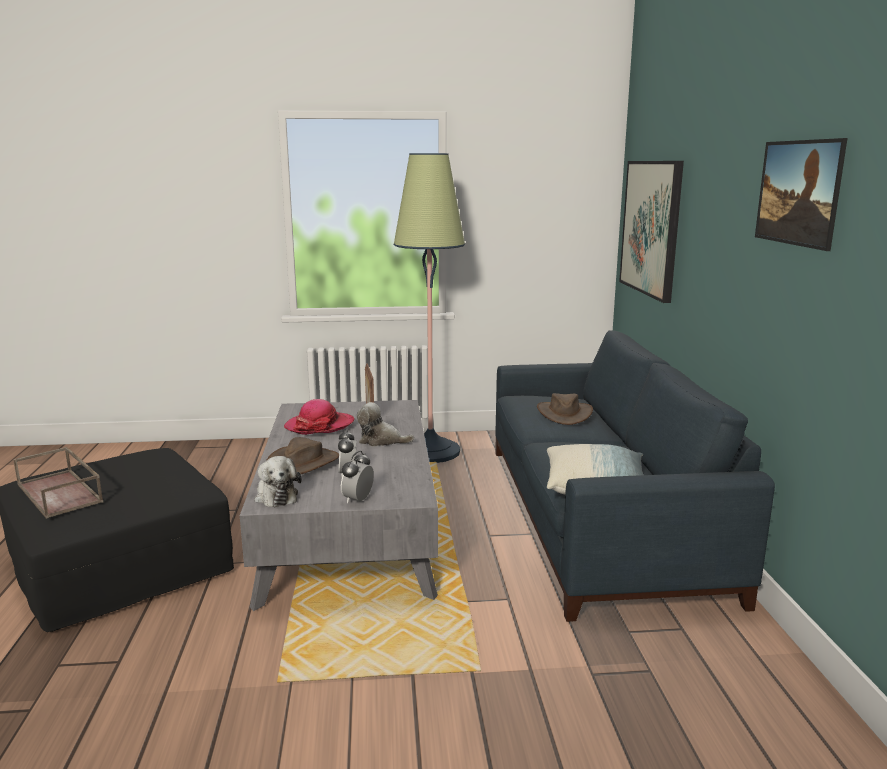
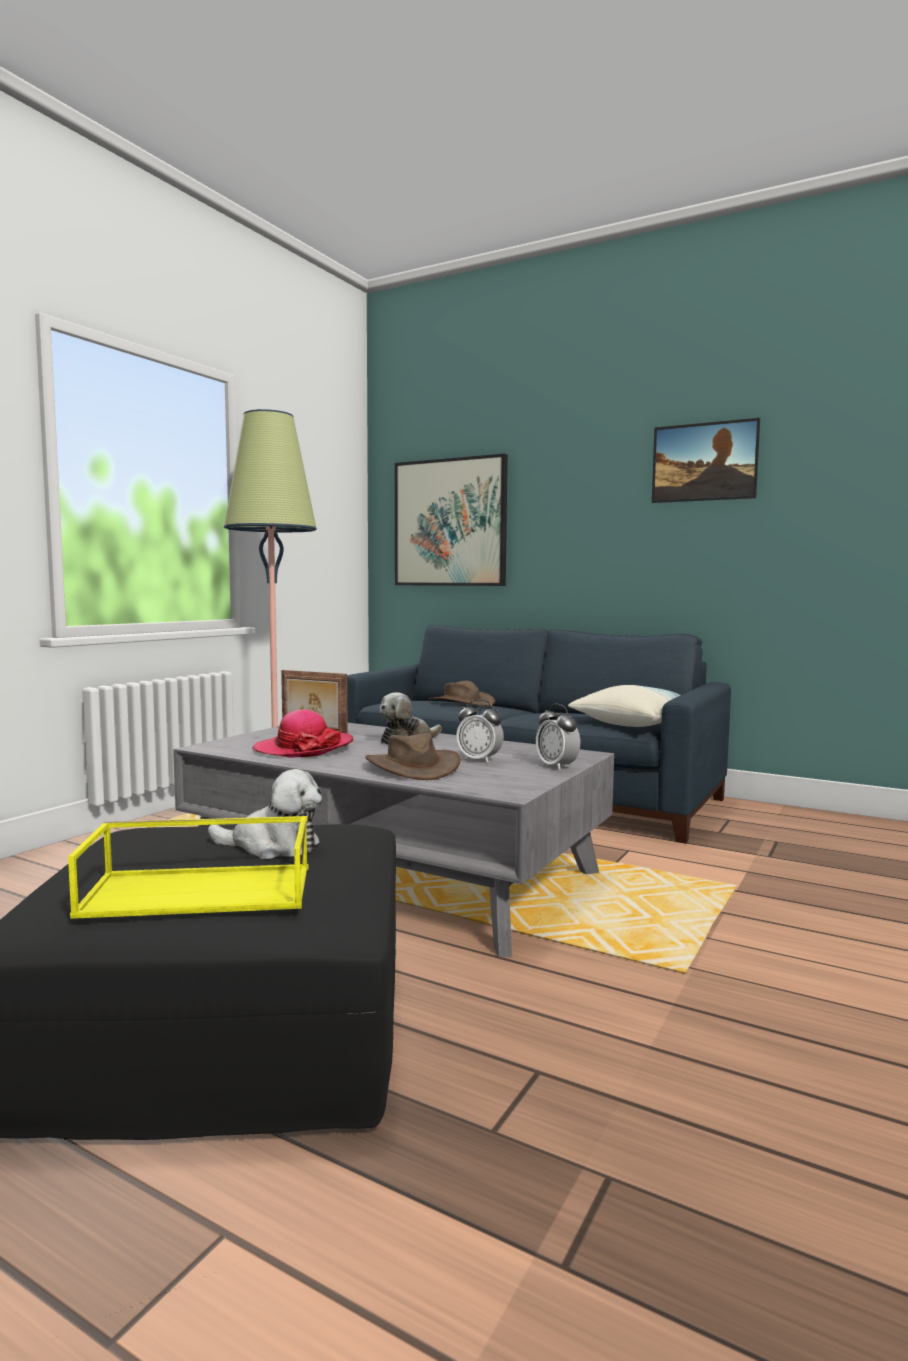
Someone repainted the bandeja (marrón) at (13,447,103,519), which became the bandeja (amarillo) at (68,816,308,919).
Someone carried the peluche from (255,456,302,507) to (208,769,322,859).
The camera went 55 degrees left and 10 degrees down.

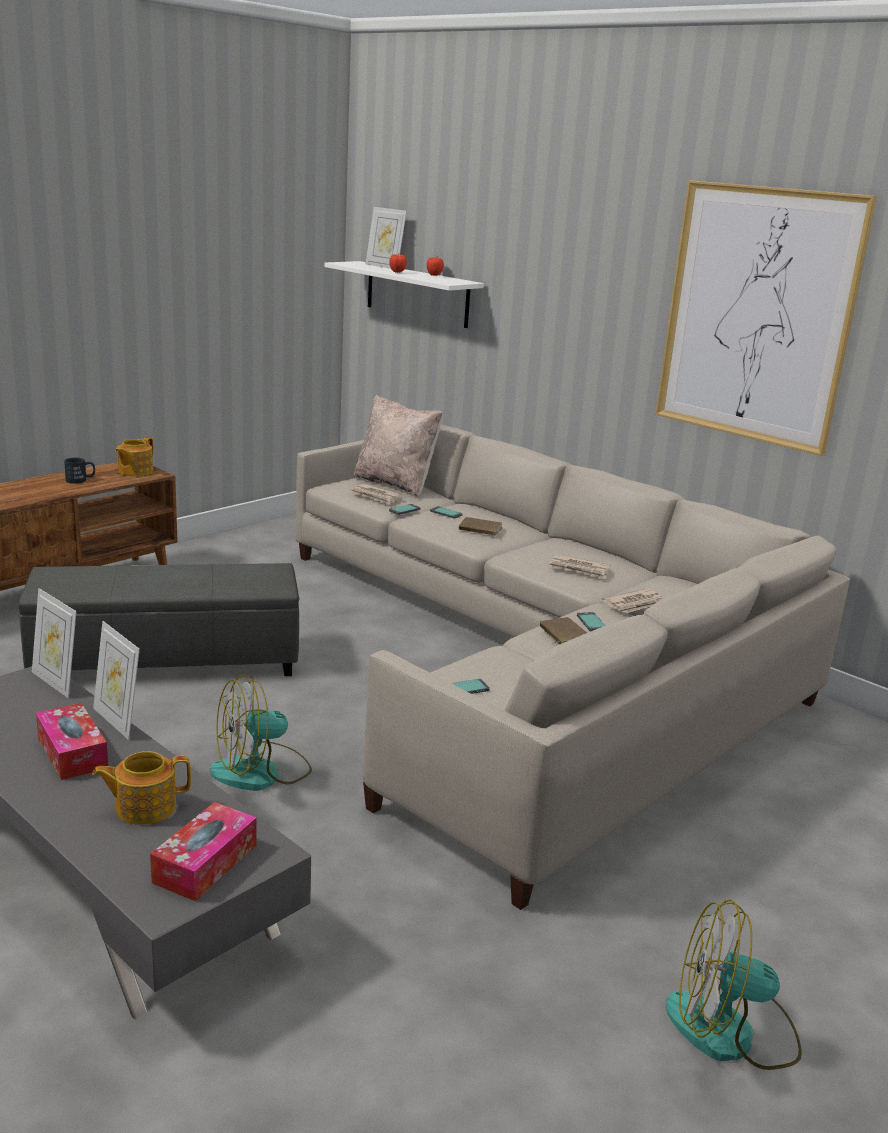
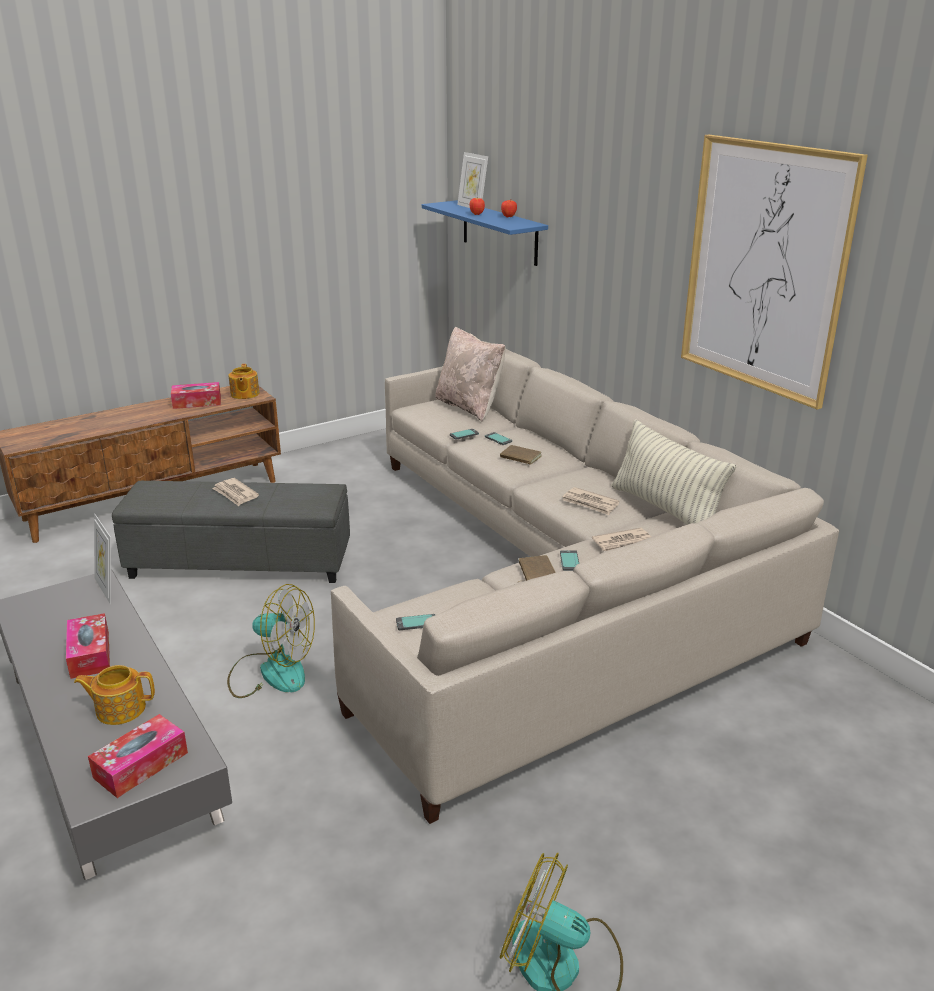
Someone swapped the taza grande (negro) at (64,458,95,483) for the caja de pañuelos at (171,382,221,409).
Someone carried the periódico from (351,484,402,505) to (212,478,259,506).
Someone rotated the ventilador at (210,674,312,791) by 150 degrees counterclockwise.
Someone rotated the tetera at (115,437,154,476) by 45 degrees counterclockwise.
Someone repainted the estante (blanco) at (324,261,484,328), which became the estante (azul) at (422,200,548,266).
Someone put down the cojín at (611,419,736,525).
Someone took away the portarretratos at (93,621,140,740).
The camera went 15 degrees right and 5 degrees up.

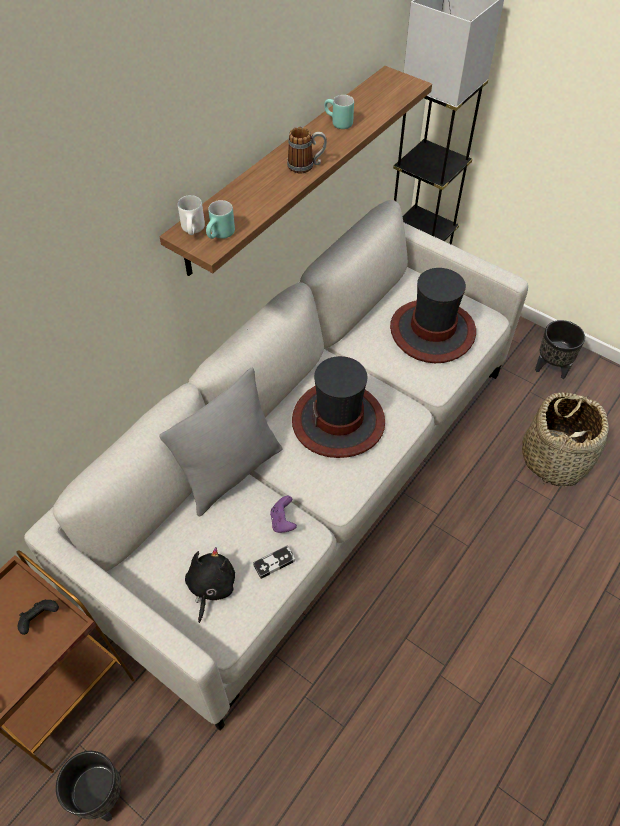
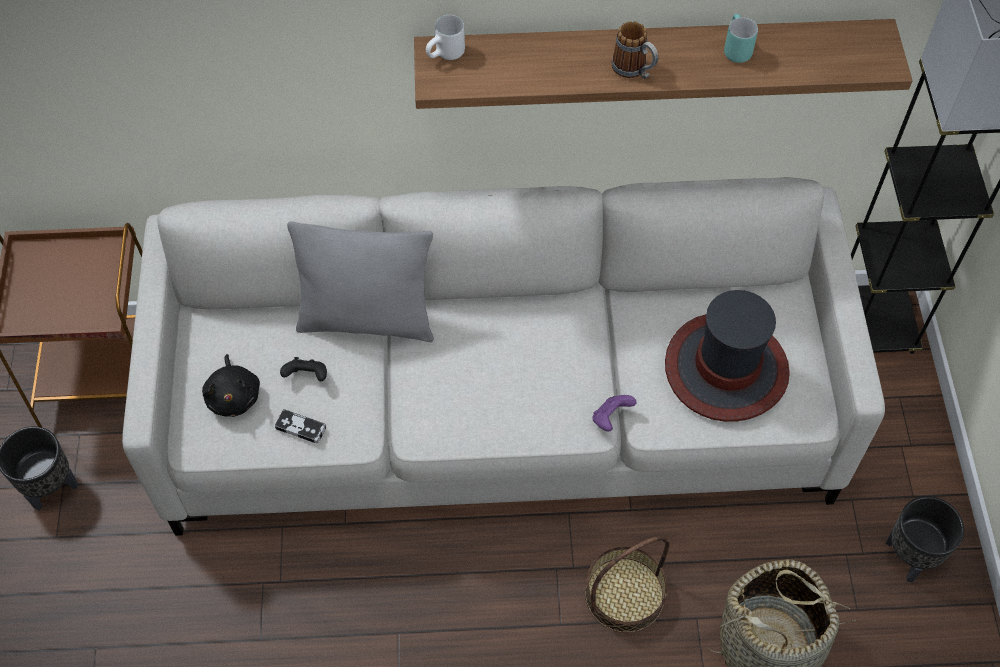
Someone rotated the peluche (negro) at (185,547,235,623) by 105 degrees clockwise.
Someone carried the mando de consola (negro) from (18,600,59,635) to (280,357,327,381).
Someone put down the cesta at (585,536,670,633).
Someone carried the mando de consola (morado) from (270,496,297,533) to (592,395,636,432).
Someone took away the taza grande (turquesa) at (206,200,235,239).
Someone took away the sombrero at (292,356,385,458).
The camera went 50 degrees right and 5 degrees up.

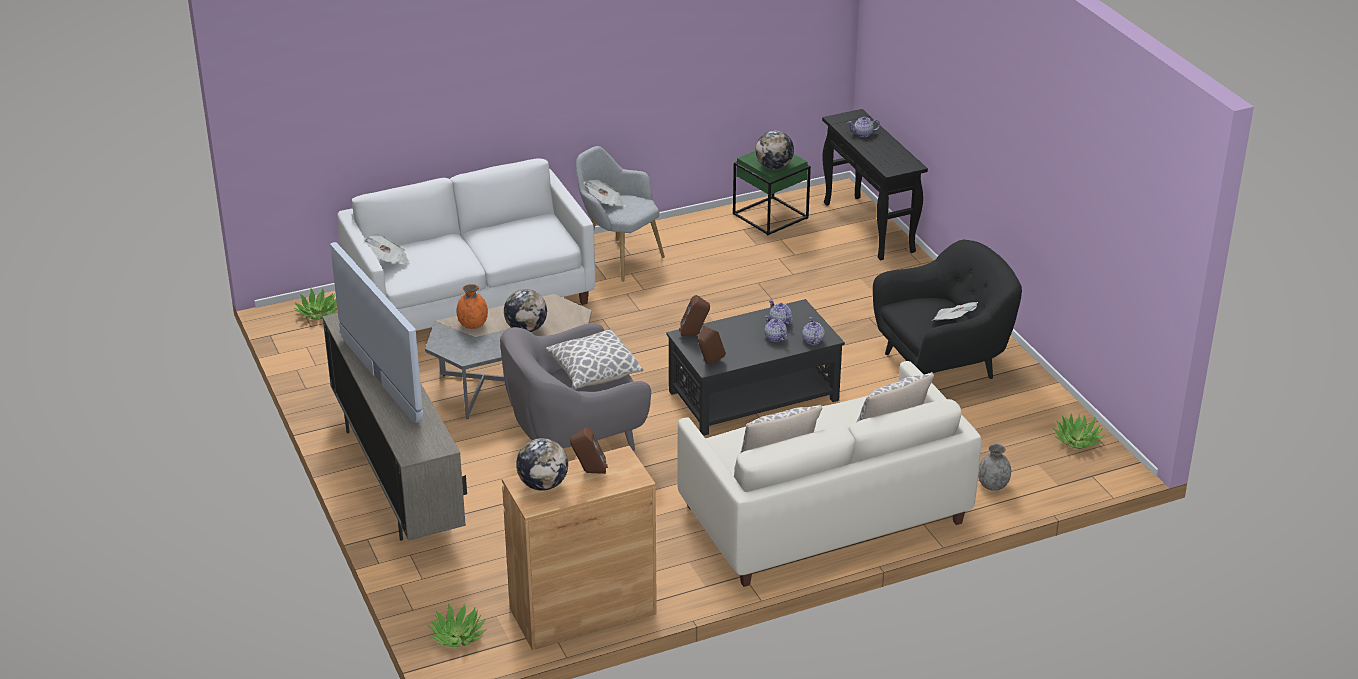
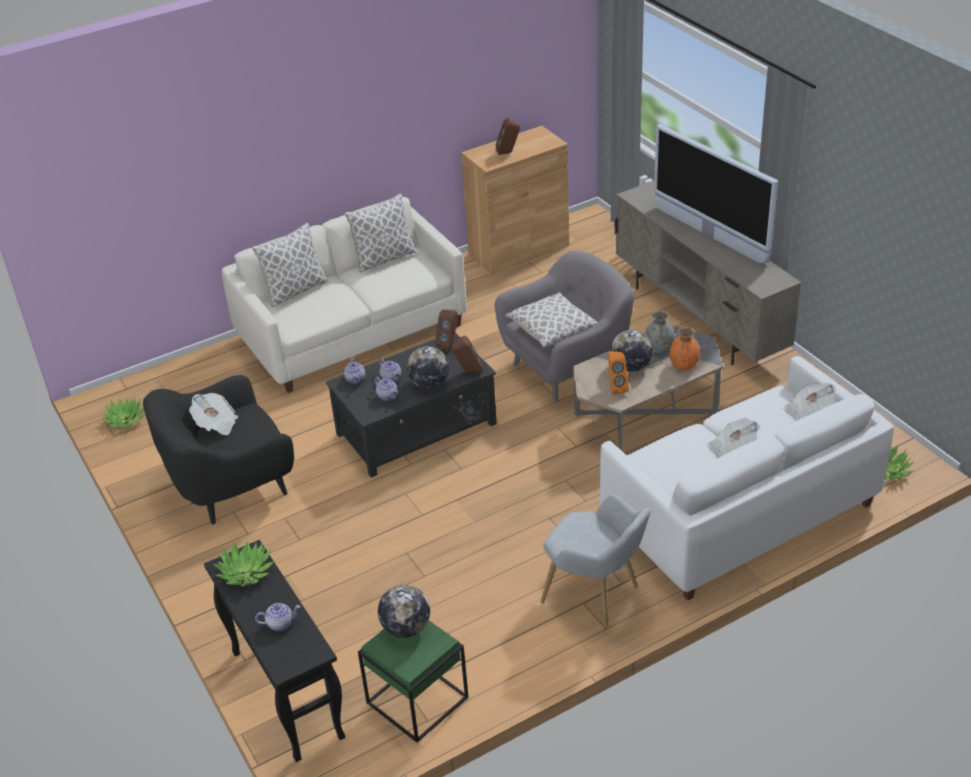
Someone carried the planta en maceta from (428,604,487,647) to (213,541,275,586).
Someone carried the globo terráqueo from (516,438,568,491) to (407,346,449,389).
Someone put down the altavoz (naranja) at (608,351,629,395).
Someone carried the florero (gris) from (978,444,1011,491) to (645,311,675,353).
Someone carried the periódico from (584,180,626,207) to (707,418,760,457).
The camera went 175 degrees right and 5 degrees up.

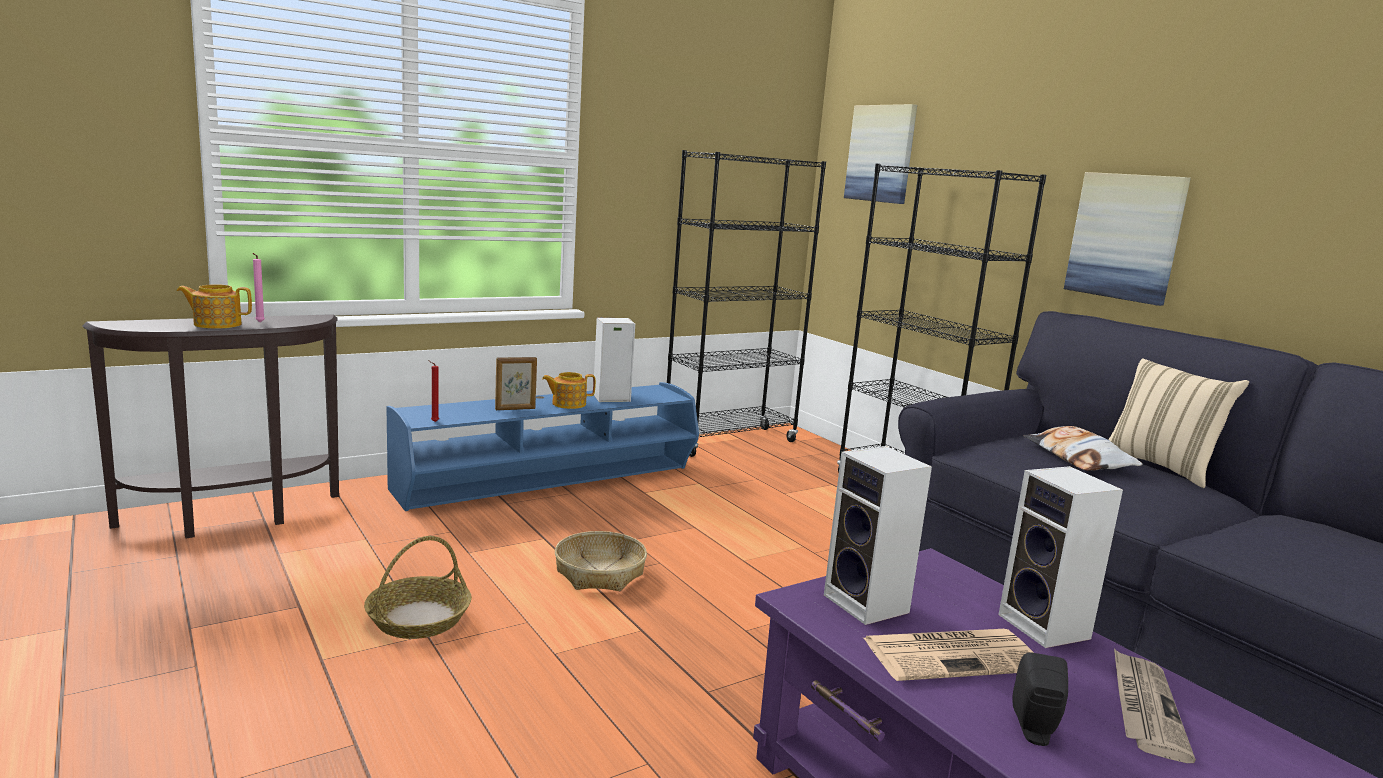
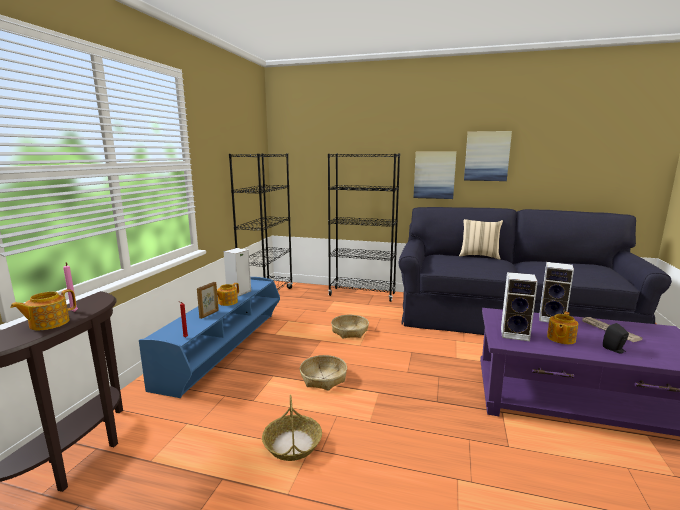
Someone put down the cesta at (331,315,369,339).
Someone carried the cuadro from (844,104,917,204) to (464,131,512,181).
Someone swapped the periódico at (864,629,1034,681) for the tetera at (547,312,578,344).
Someone took away the cojín at (1023,426,1143,471).
The camera went 40 degrees left and 0 degrees up.

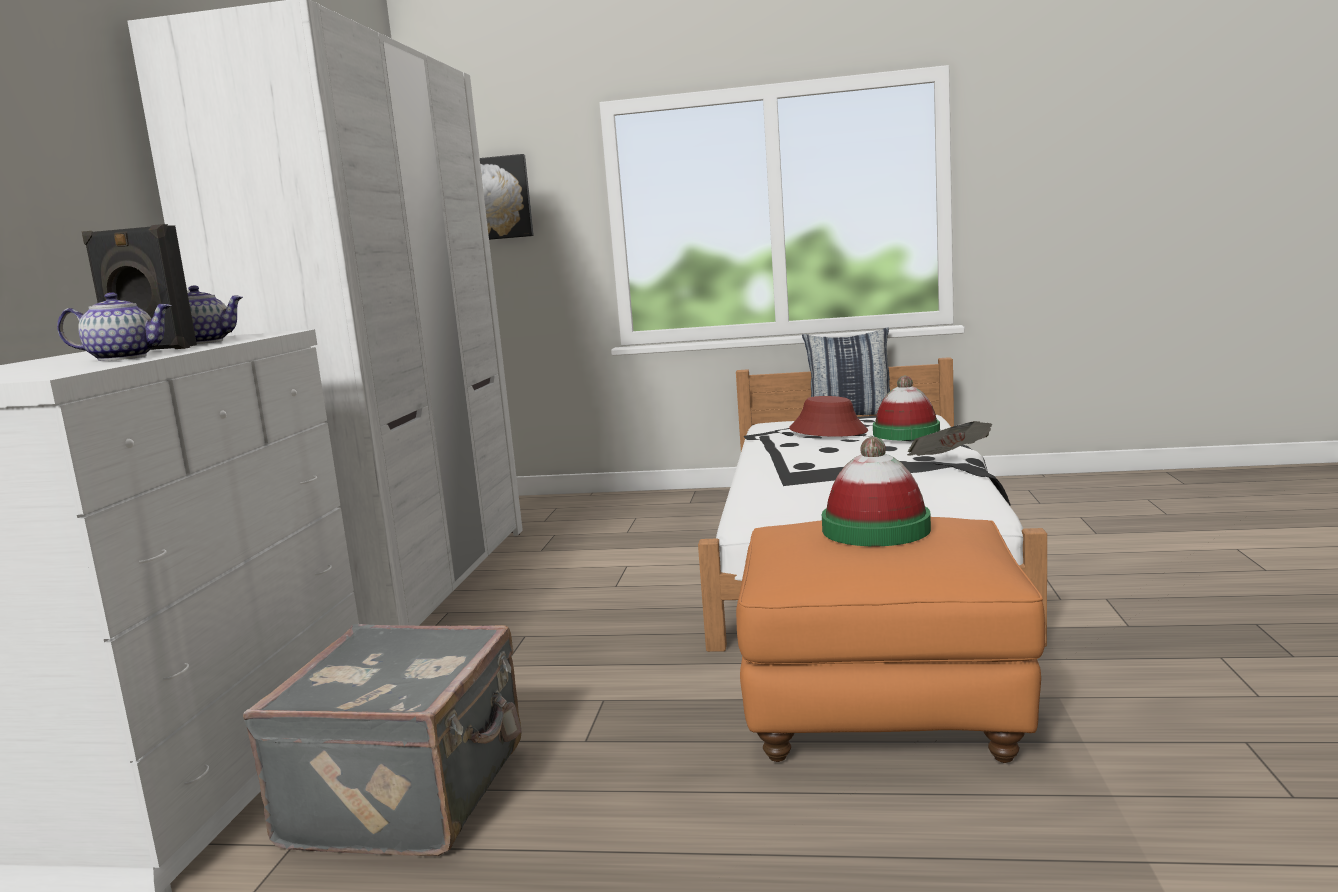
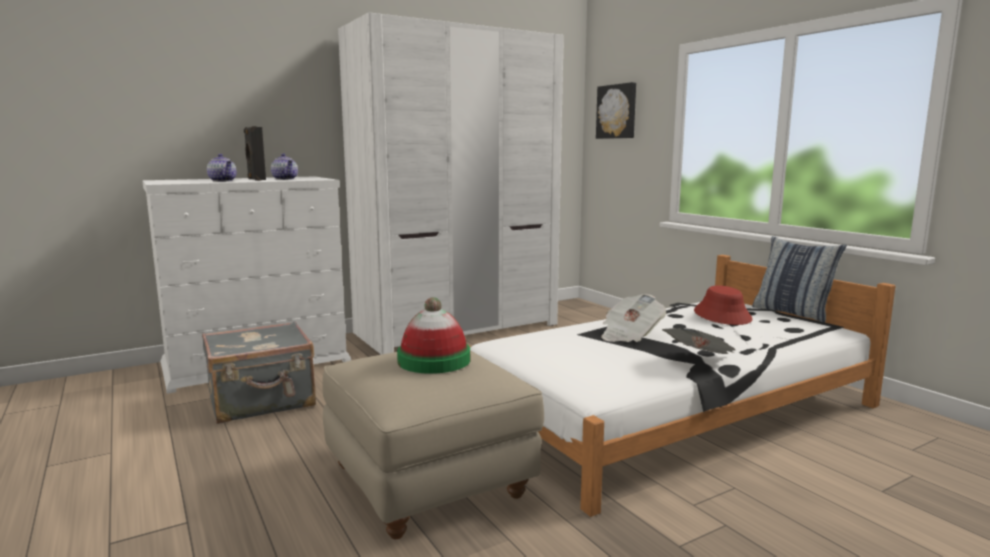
Someone repainted the puf (naranja) at (736,517,1045,763), which became the puf (beis) at (322,350,544,539).
Someone put down the periódico at (601,294,666,342).
Someone took away the sombrero at (873,376,940,440).
The camera went 50 degrees right and 0 degrees up.

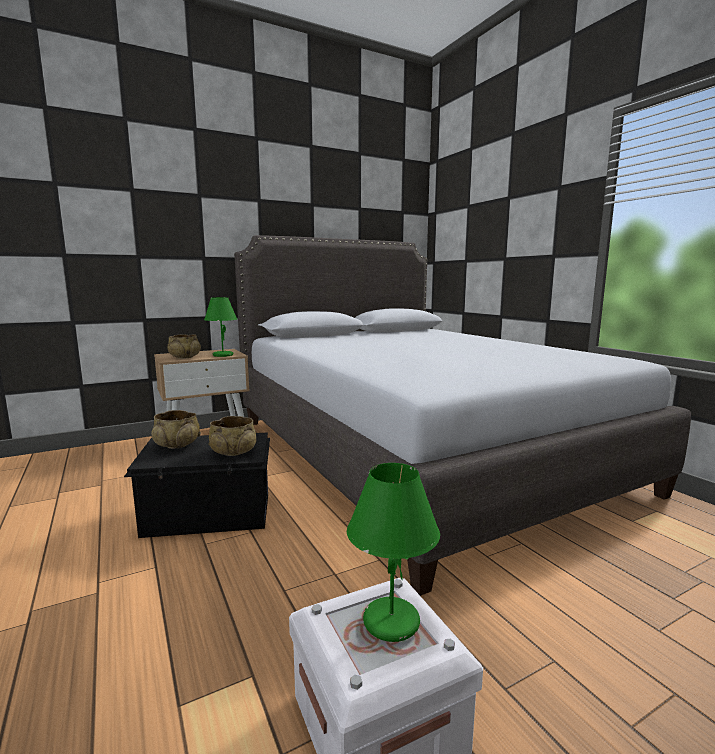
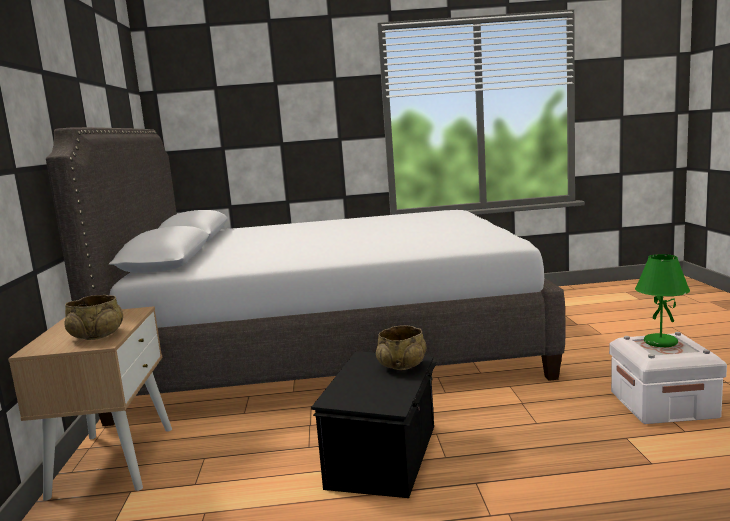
Someone took away the cuenco (beis) at (151,410,201,449).
Someone took away the lámpara de mesa (verde) at (204,297,237,357).
The camera went 65 degrees left and 0 degrees up.

